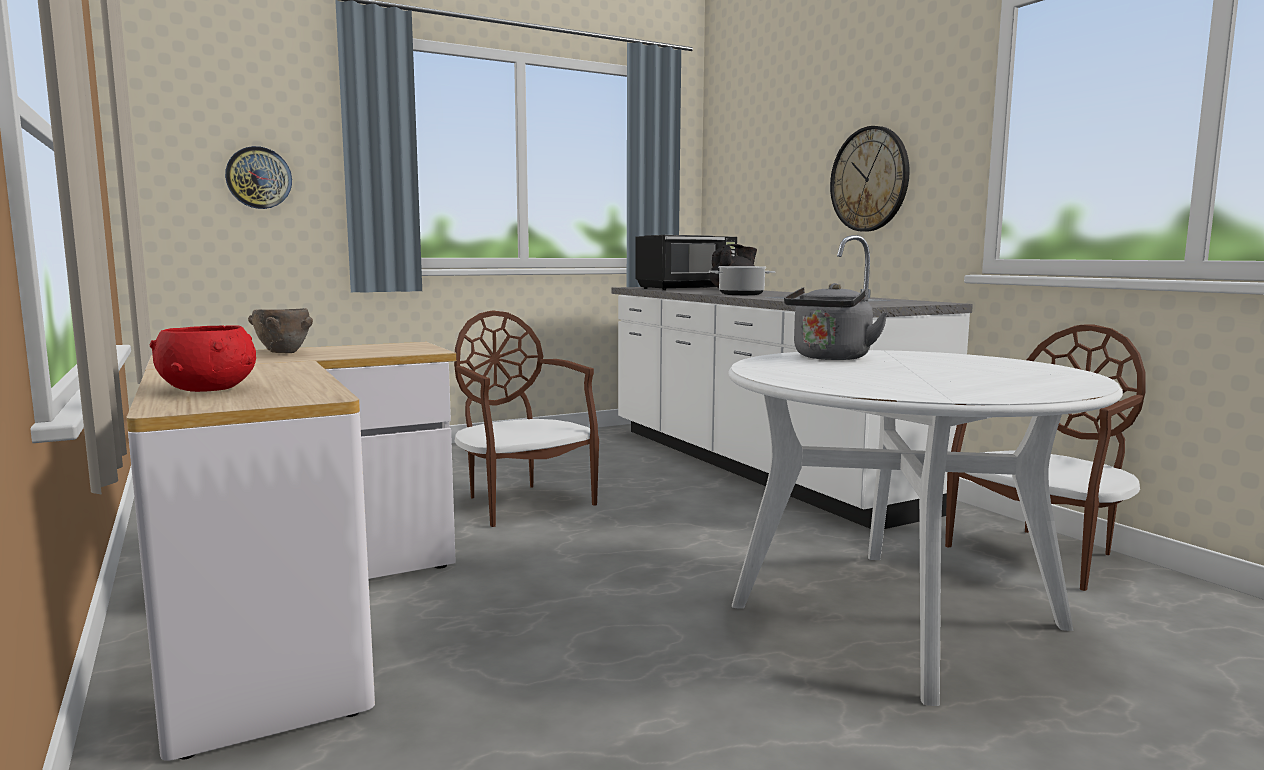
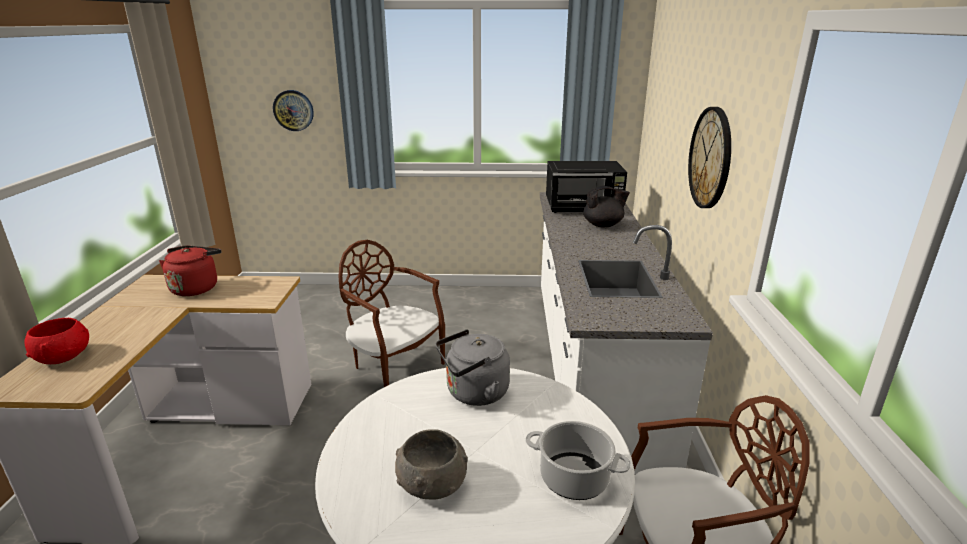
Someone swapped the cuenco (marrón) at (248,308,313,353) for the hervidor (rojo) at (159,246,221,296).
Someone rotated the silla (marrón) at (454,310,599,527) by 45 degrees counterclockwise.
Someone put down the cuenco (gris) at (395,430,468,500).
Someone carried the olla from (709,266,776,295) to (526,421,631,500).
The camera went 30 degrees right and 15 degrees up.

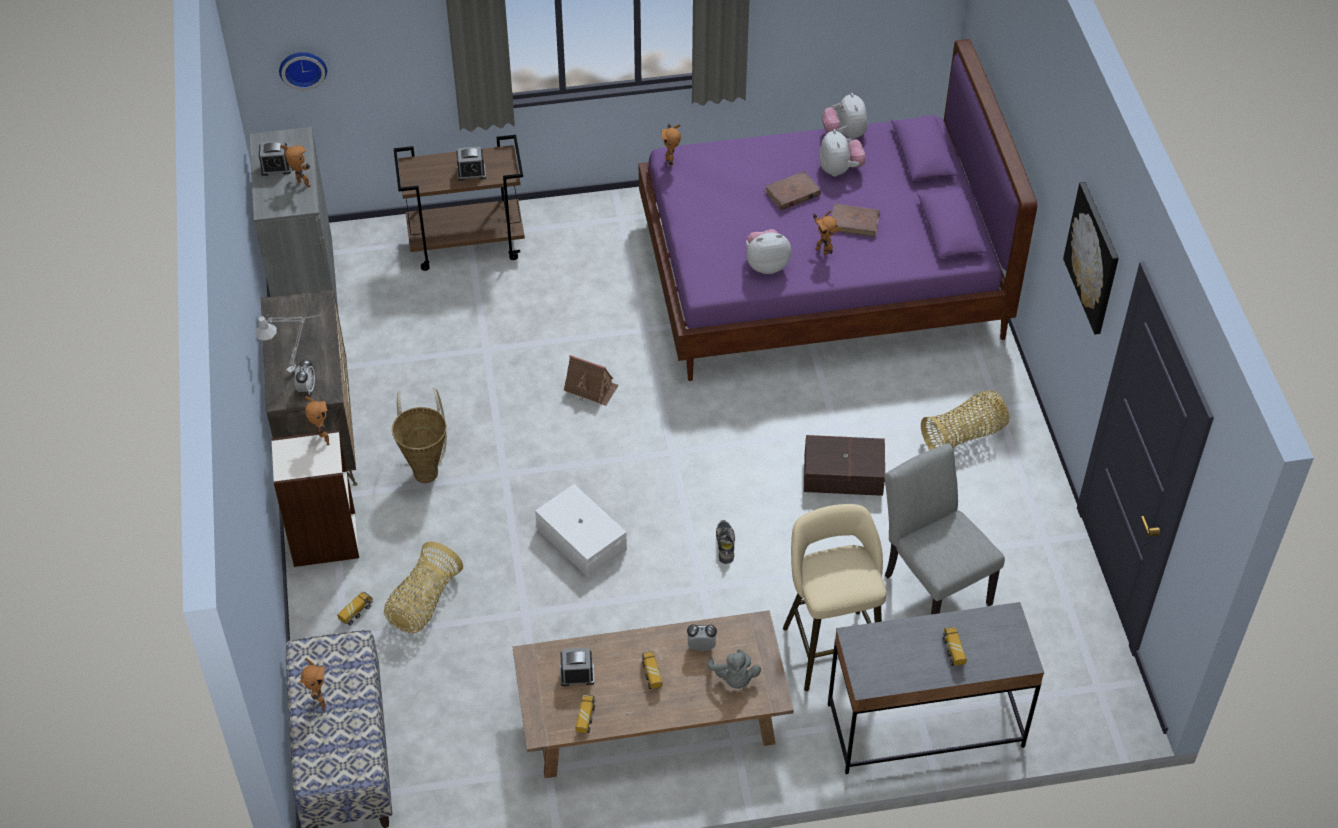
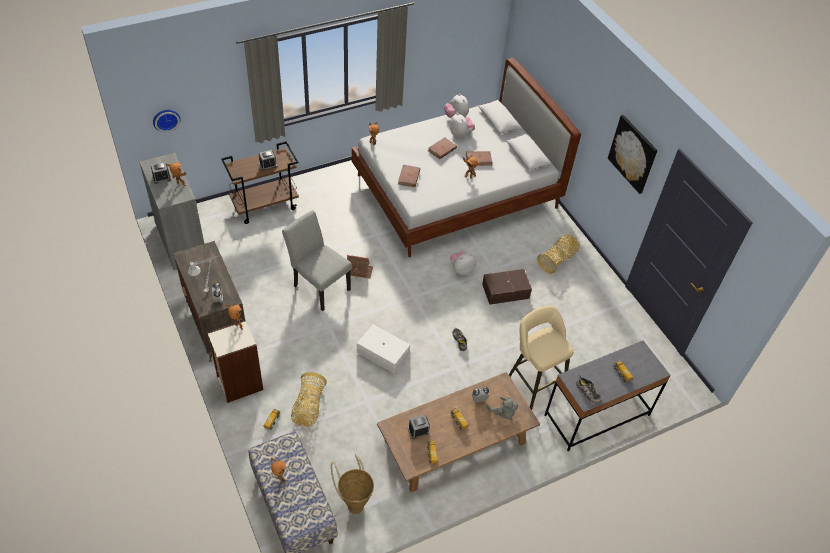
Someone carried the silla (gris) from (885,443,1005,615) to (282,210,352,311).
Someone carried the cesta from (392,388,447,483) to (331,454,374,514).
Someone repainted the cama (morado) at (639,39,1037,381), which became the cama (blanco) at (352,58,581,258).
Someone put down the libro (marrón) at (398,165,420,187).
Someone carried the peluche from (746,229,791,274) to (450,251,476,275).
Someone put down the zapato at (576,375,602,403).
The camera went 20 degrees left and 0 degrees up.

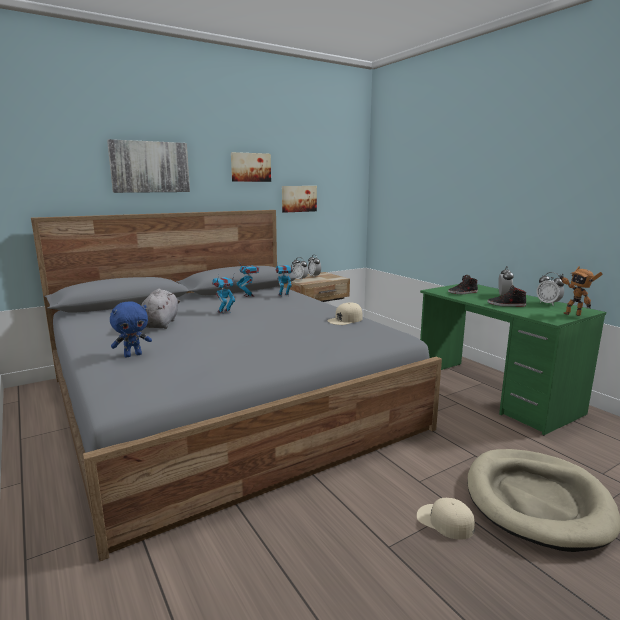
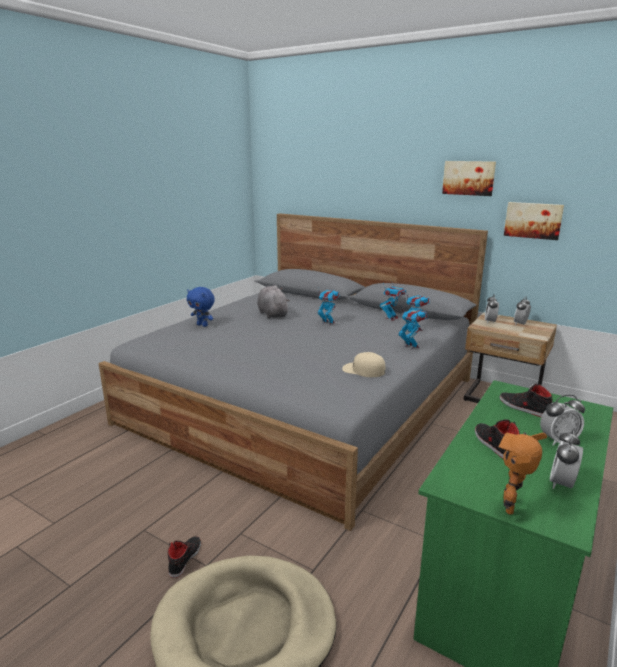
Someone swapped the gorra (beis) at (417,498,475,540) for the zapato (negro) at (168,536,201,578).
Someone rotated the peluche (gris) at (141,288,180,329) by 90 degrees counterclockwise.
Someone put down the robot de juguete at (399,305,427,349).
Someone took away the cuadro at (107,139,190,193).
The camera went 65 degrees right and 5 degrees up.

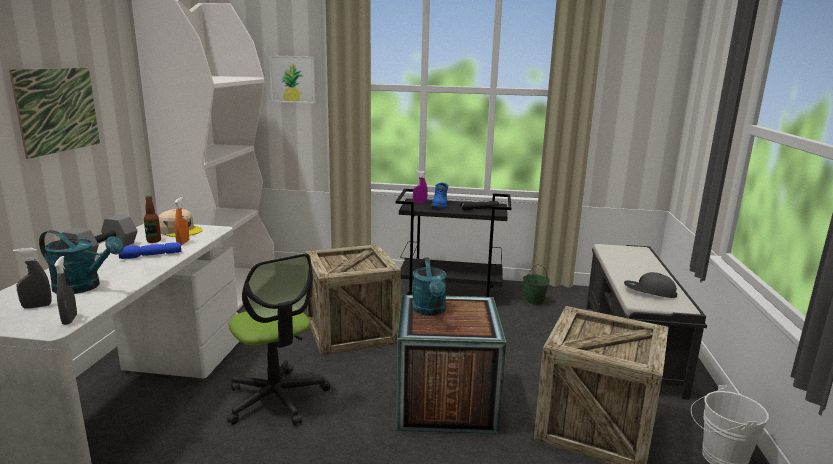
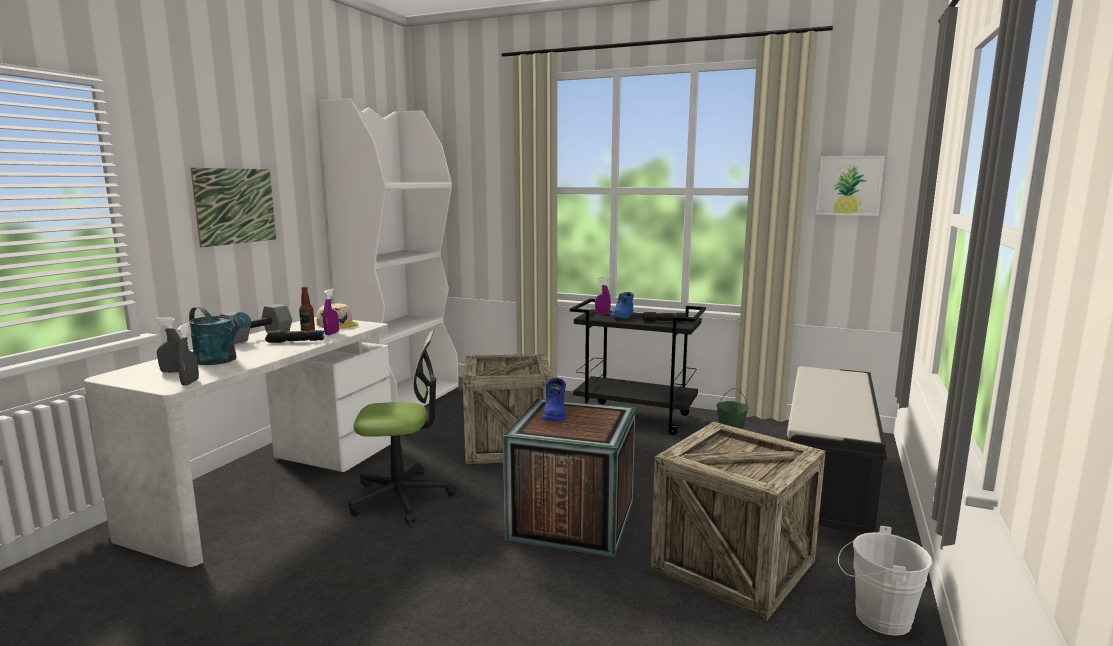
Someone repainted the linterna (azul) at (119,242,181,259), which became the linterna (negro) at (265,330,324,343).
Someone repainted the pulverizador (naranja) at (174,197,189,245), which became the pulverizador (morado) at (323,289,339,335).
Someone rotated the silla de oficina at (227,253,330,426) by 75 degrees counterclockwise.
Someone swapped the regadera (turquesa) at (412,257,447,316) for the bota (azul) at (542,378,566,421).
Someone carried the cuadro from (269,55,316,104) to (816,156,885,216).
Someone took away the gorra (gris) at (624,272,677,298).
The camera went 15 degrees right and 5 degrees down.

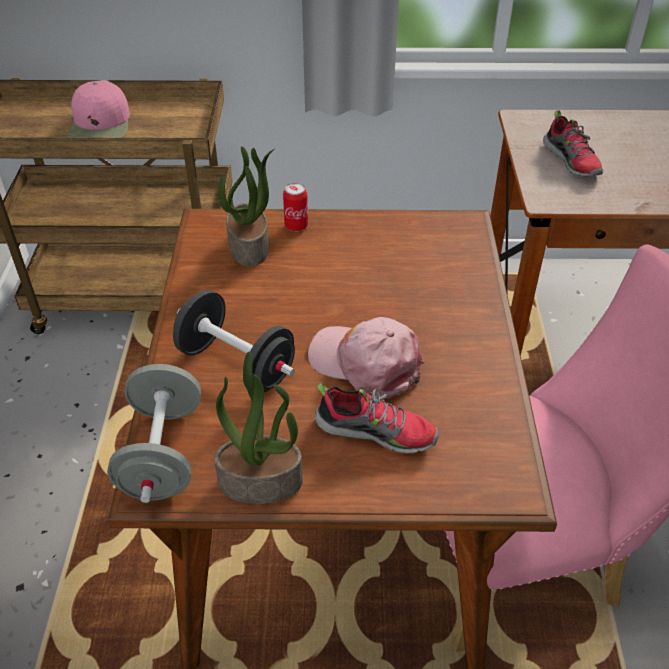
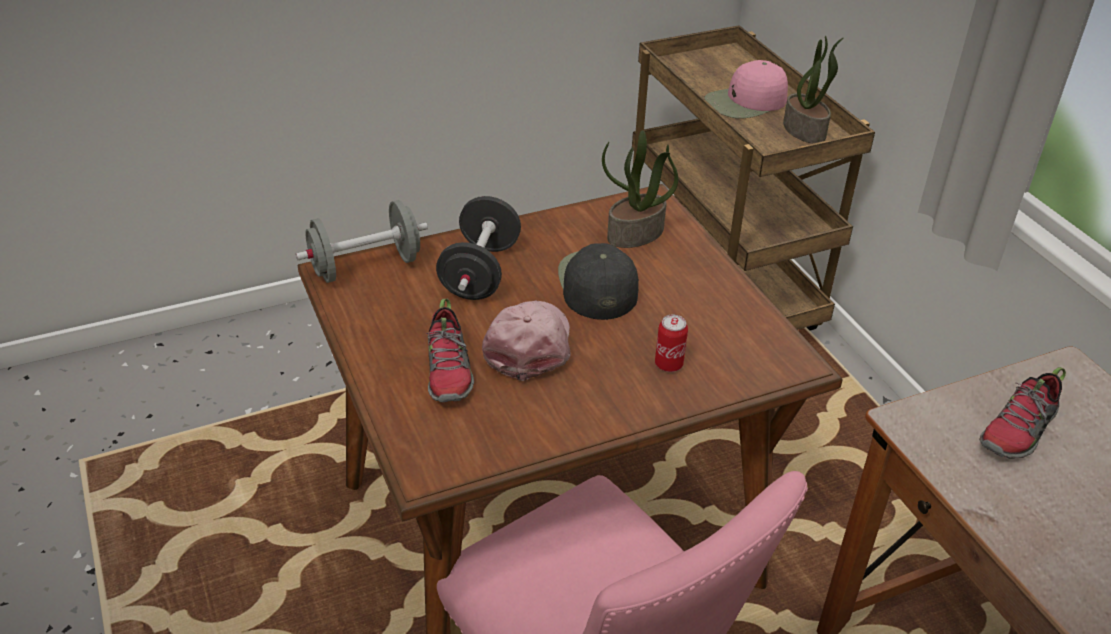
Someone put down the gorra (negro) at (558,243,639,320).
Someone carried the lata from (283,183,308,232) to (655,314,688,372).
Someone carried the planta en maceta from (214,351,303,504) to (783,36,844,144).
The camera went 65 degrees right and 5 degrees down.

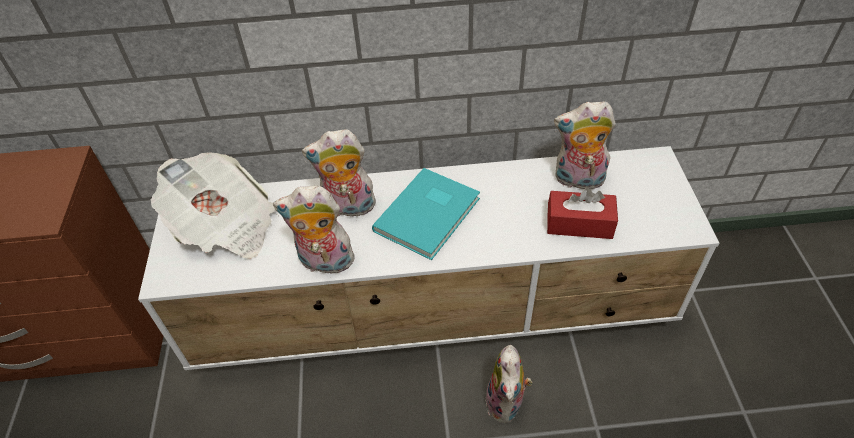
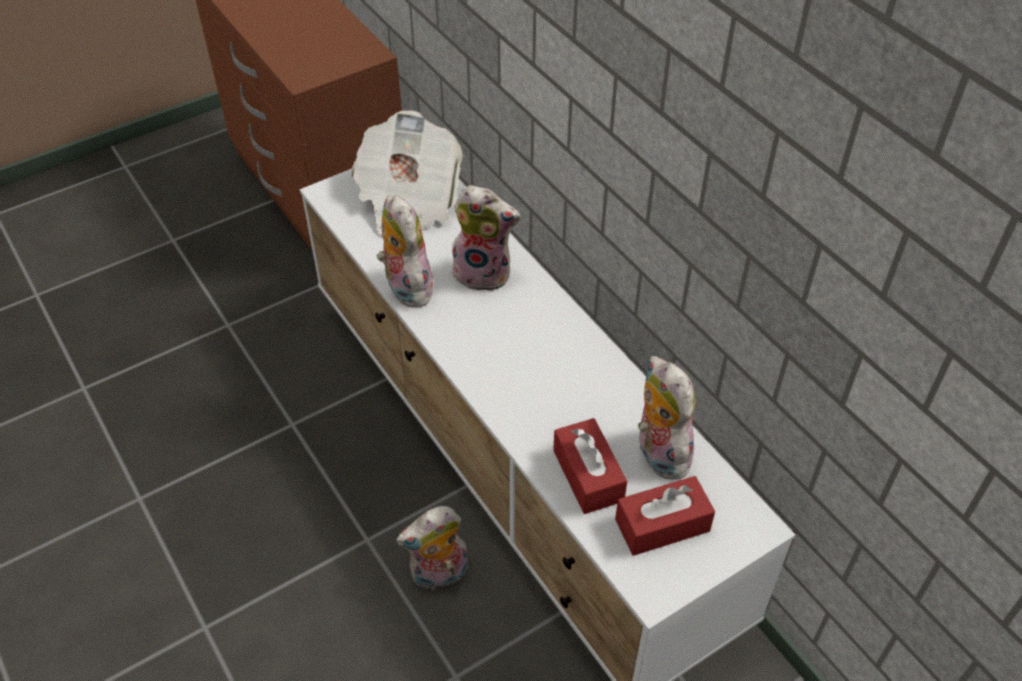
Someone rotated the peluche at (302,129,377,217) by 135 degrees clockwise.
Someone put down the caja de pañuelos (rojo) at (615,476,715,556).
Someone took away the libro (turquesa) at (372,168,480,260).
The camera went 60 degrees right and 0 degrees up.

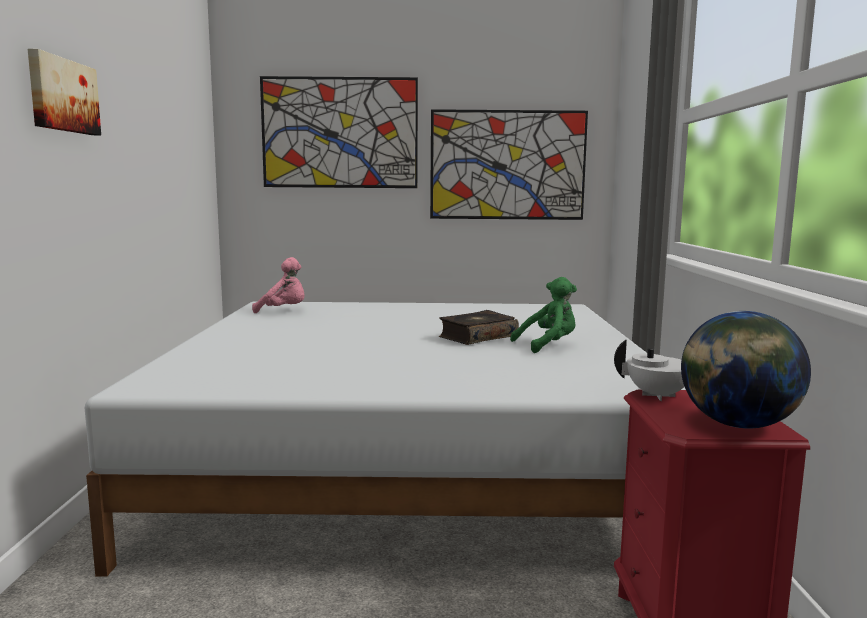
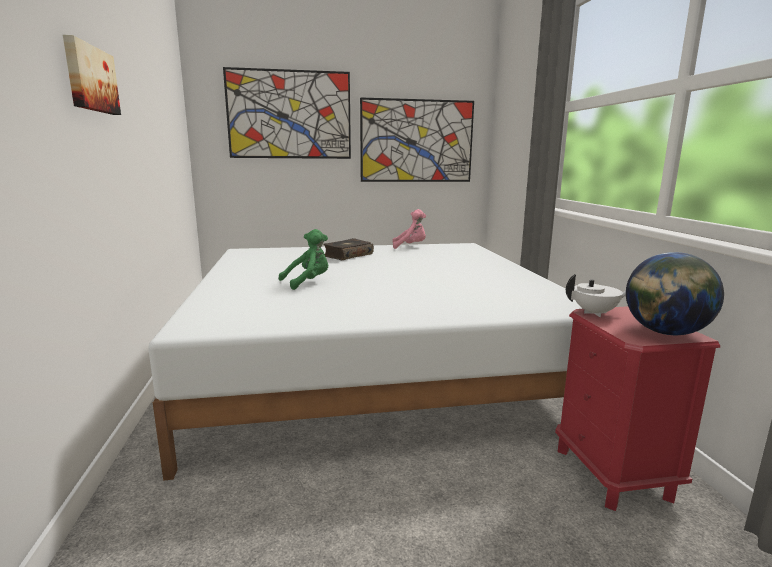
Someone carried the peluche (verde) from (510,277,577,353) to (279,229,329,290).
Someone carried the libro from (439,310,519,345) to (323,238,374,260).
Someone carried the peluche (rosa) from (252,257,304,313) to (392,209,426,249).
The camera went 10 degrees left and 5 degrees up.

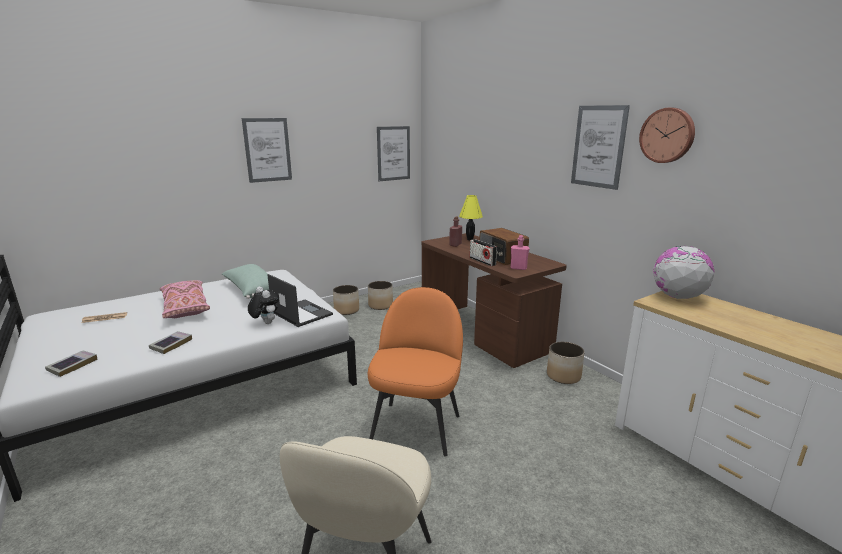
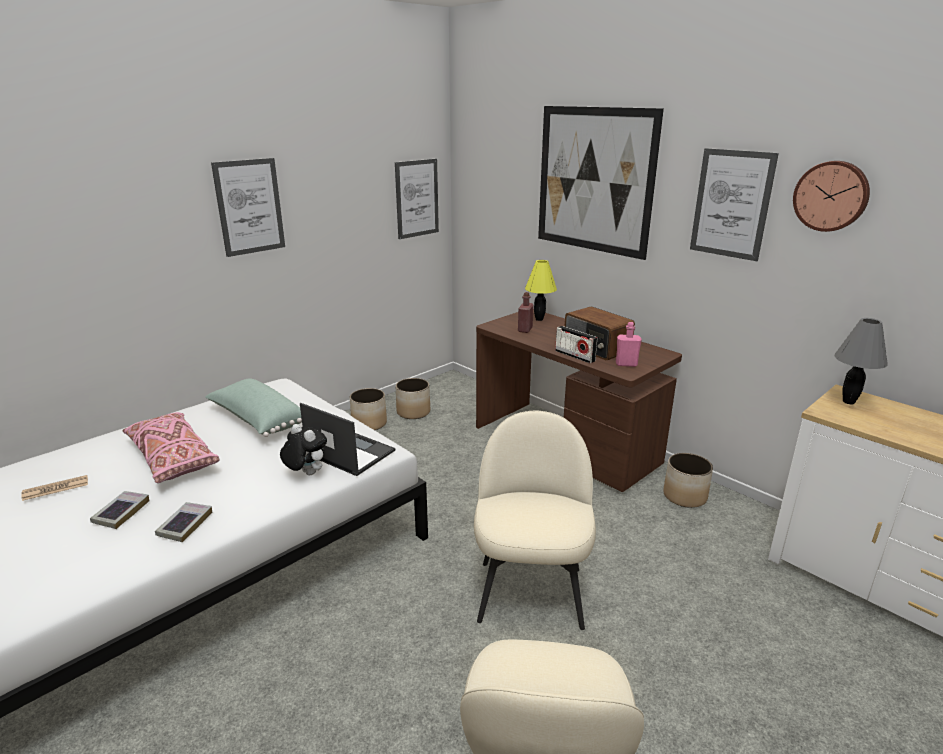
Someone carried the libro from (45,350,98,377) to (90,491,149,529).
Someone repainted the silla (naranja) at (368,287,463,457), which became the silla (beis) at (474,411,596,630).
Someone put up the cuadro at (538,106,664,260).
Someone swapped the globo terráqueo at (653,246,714,299) for the lámpara de mesa (gris) at (834,318,888,404).
The camera went 10 degrees left and 5 degrees up.

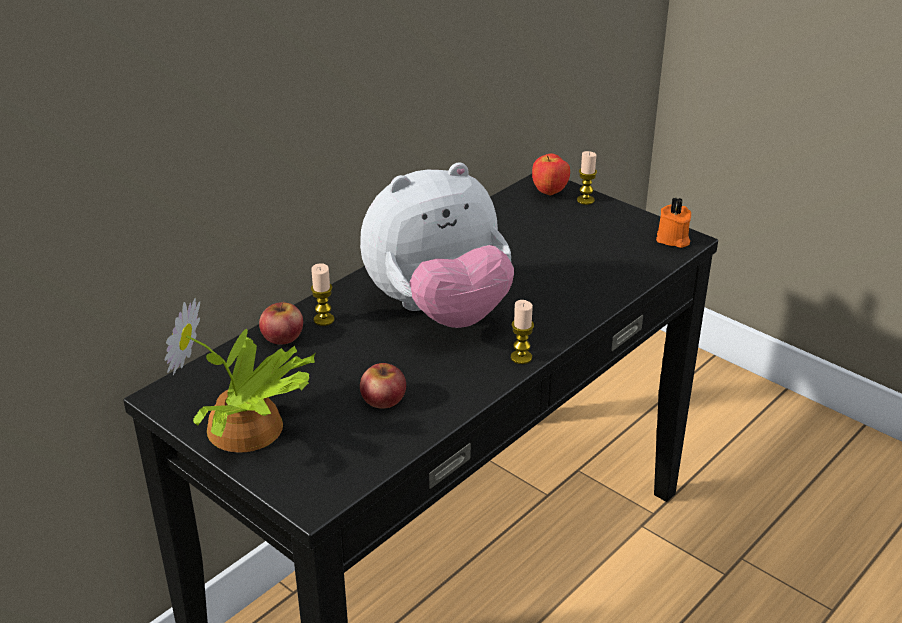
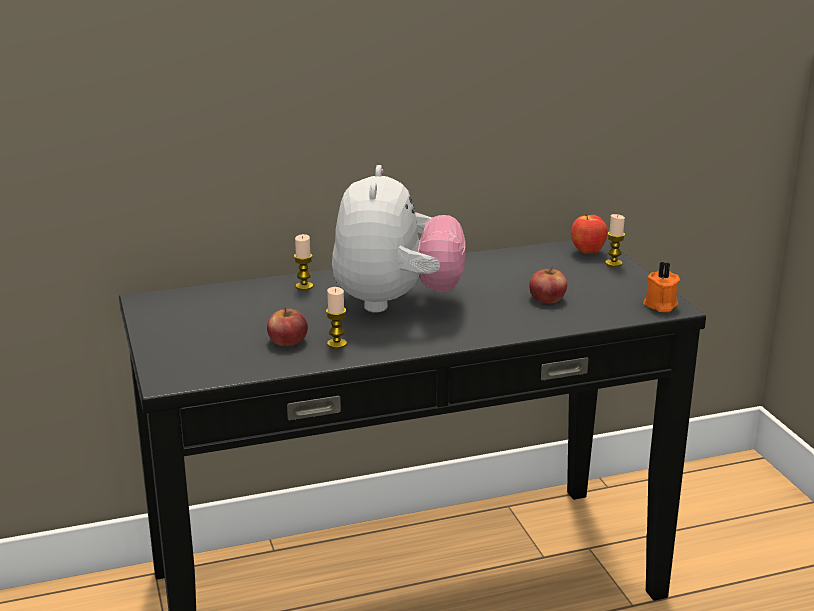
Someone carried the vela from (511,300,534,364) to (326,287,347,349).
Someone rotated the peluche at (360,162,514,328) by 90 degrees counterclockwise.
Someone carried the manzana from (259,302,303,345) to (529,266,567,303).
Someone took away the planta en maceta at (165,298,315,453).
The camera went 30 degrees right and 10 degrees down.

